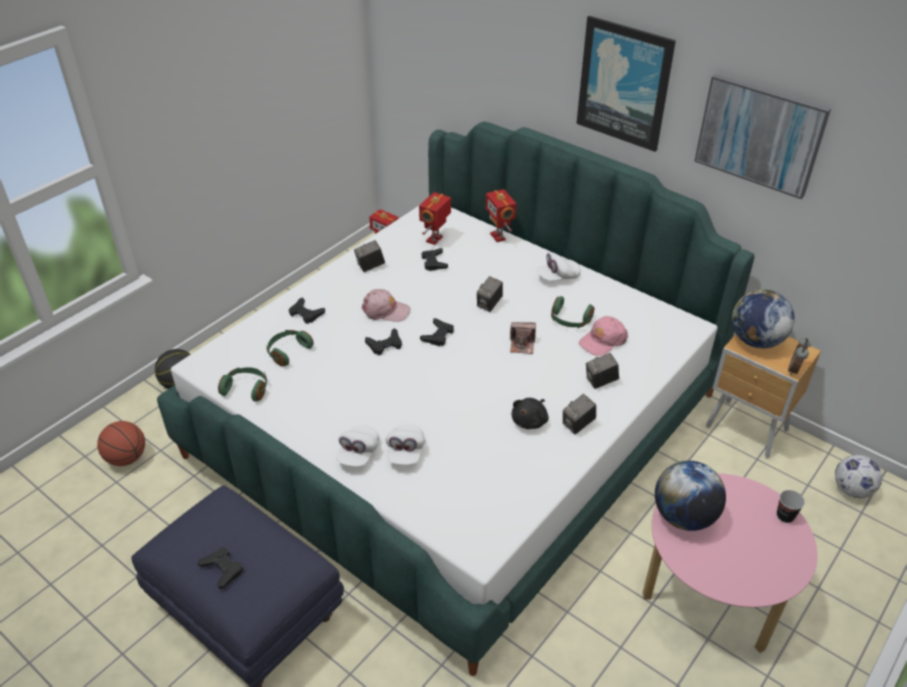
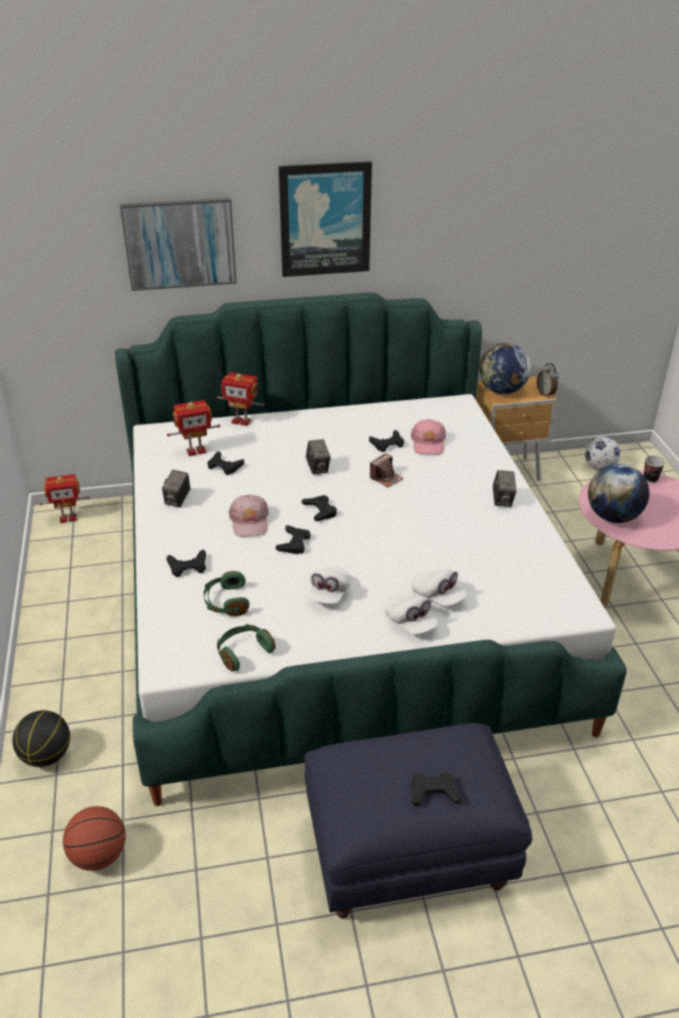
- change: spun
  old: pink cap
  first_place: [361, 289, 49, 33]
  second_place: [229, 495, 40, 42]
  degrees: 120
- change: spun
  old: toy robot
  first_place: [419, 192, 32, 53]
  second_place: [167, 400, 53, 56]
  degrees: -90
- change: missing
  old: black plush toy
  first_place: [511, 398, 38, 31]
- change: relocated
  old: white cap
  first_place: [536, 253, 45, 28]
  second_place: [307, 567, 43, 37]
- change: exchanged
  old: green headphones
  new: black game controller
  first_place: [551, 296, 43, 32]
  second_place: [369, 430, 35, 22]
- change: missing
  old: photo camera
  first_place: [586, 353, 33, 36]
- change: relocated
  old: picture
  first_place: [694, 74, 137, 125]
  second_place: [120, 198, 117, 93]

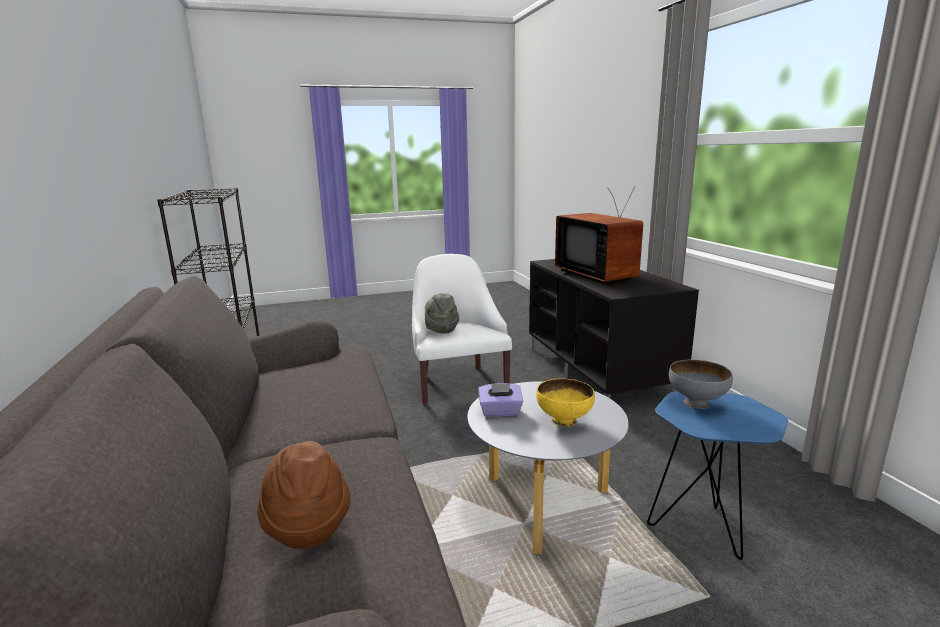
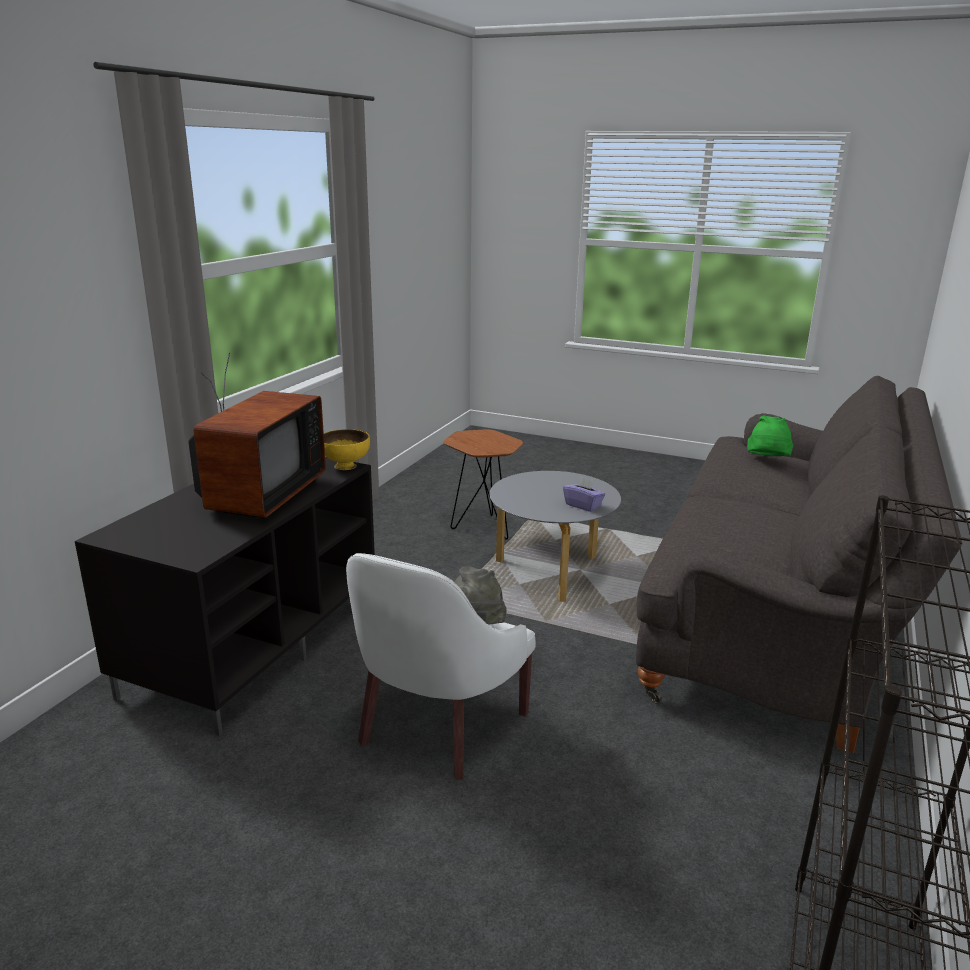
- change: colour
  old: brown hat
  new: green hat
  first_place: [257, 441, 93, 108]
  second_place: [747, 415, 46, 41]
- change: relocated
  old: yellow bowl
  first_place: [536, 378, 59, 49]
  second_place: [324, 429, 46, 41]
- change: colour
  old: blue side table
  new: brown side table
  first_place: [647, 391, 141, 169]
  second_place: [443, 429, 80, 111]
- change: missing
  old: grey bowl
  first_place: [669, 360, 64, 49]

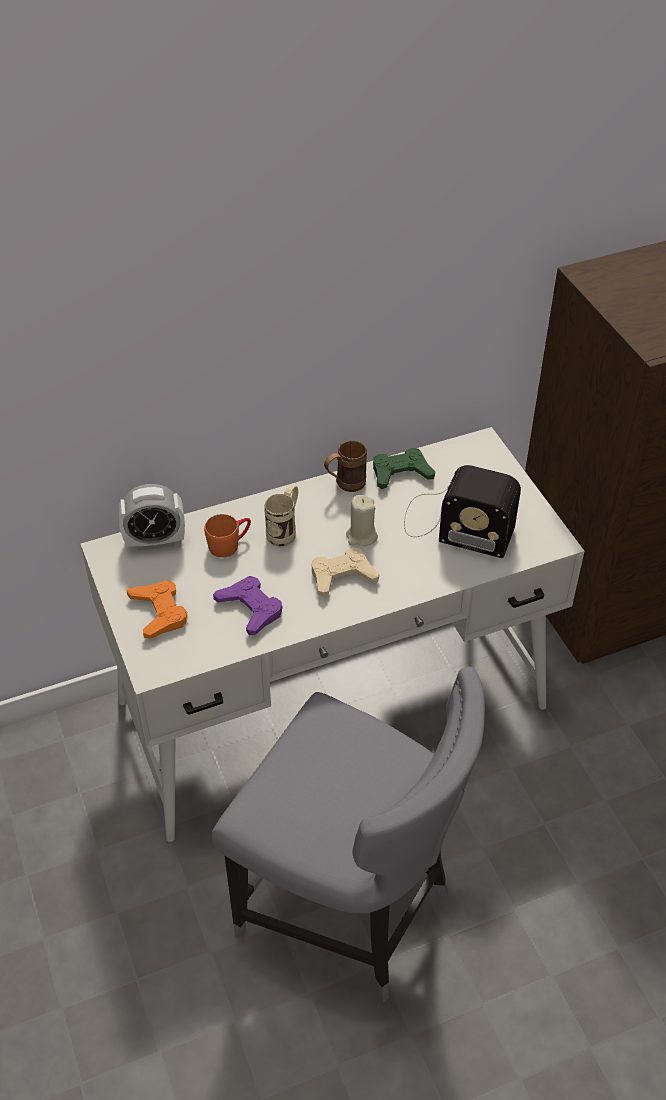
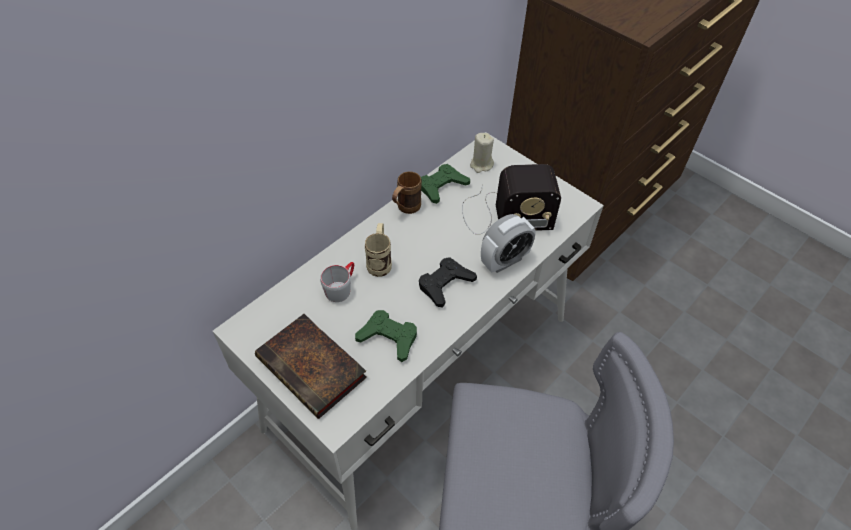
- change: relocated
  old: alarm clock
  first_place: [118, 484, 67, 66]
  second_place: [481, 214, 55, 59]
- change: exchanged
  old: orange game controller
  new: book
  first_place: [126, 580, 62, 59]
  second_place: [255, 314, 112, 105]
- change: colour
  old: orange mug
  new: grey mug
  first_place: [204, 514, 47, 43]
  second_place: [320, 262, 34, 40]
- change: colour
  old: purple game controller
  new: green game controller
  first_place: [213, 576, 70, 59]
  second_place: [355, 310, 62, 52]
- change: colour
  old: beige game controller
  new: black game controller
  first_place: [312, 548, 67, 49]
  second_place: [419, 257, 58, 51]
- change: relocated
  old: beige candle
  first_place: [346, 495, 32, 51]
  second_place: [470, 133, 24, 40]

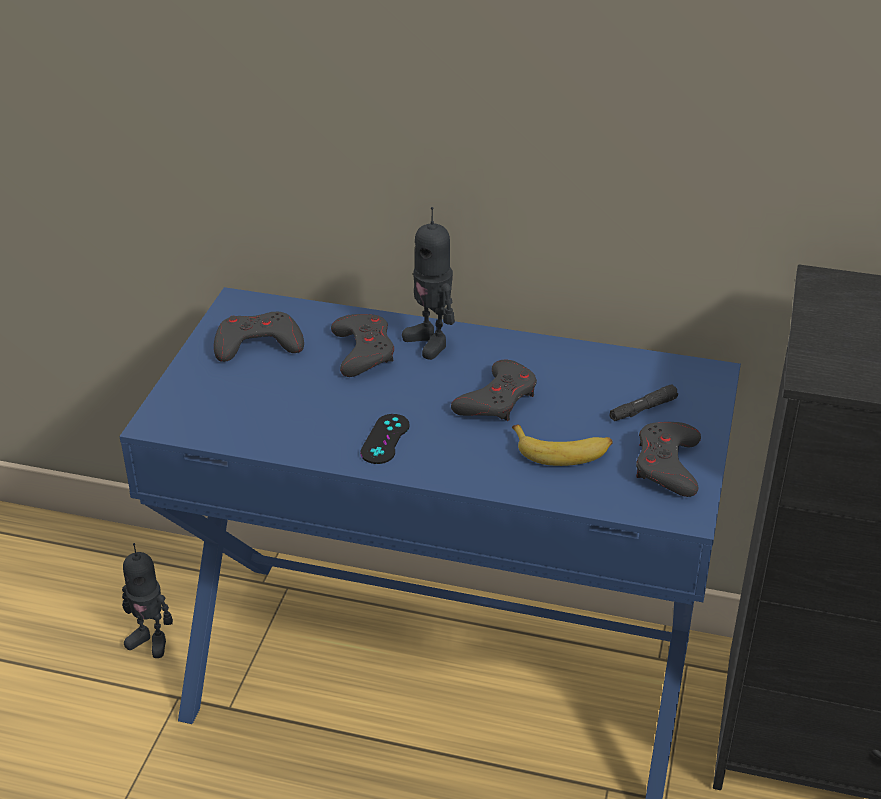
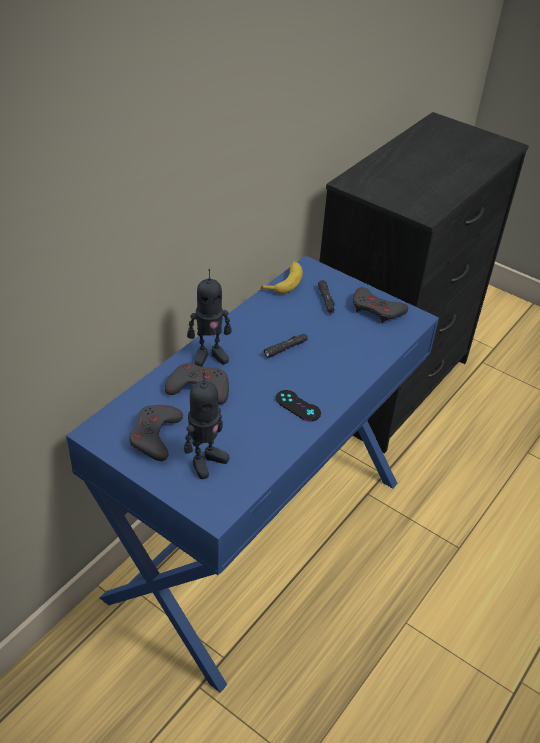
- change: relocated
  old: toy robot
  first_place: [122, 543, 51, 115]
  second_place: [184, 372, 46, 107]
- change: exchanged
  old: grey game controller
  new: black flashlight
  first_place: [451, 360, 86, 61]
  second_place: [264, 334, 44, 24]
- change: relocated
  old: banana
  first_place: [512, 425, 101, 41]
  second_place: [260, 261, 43, 33]

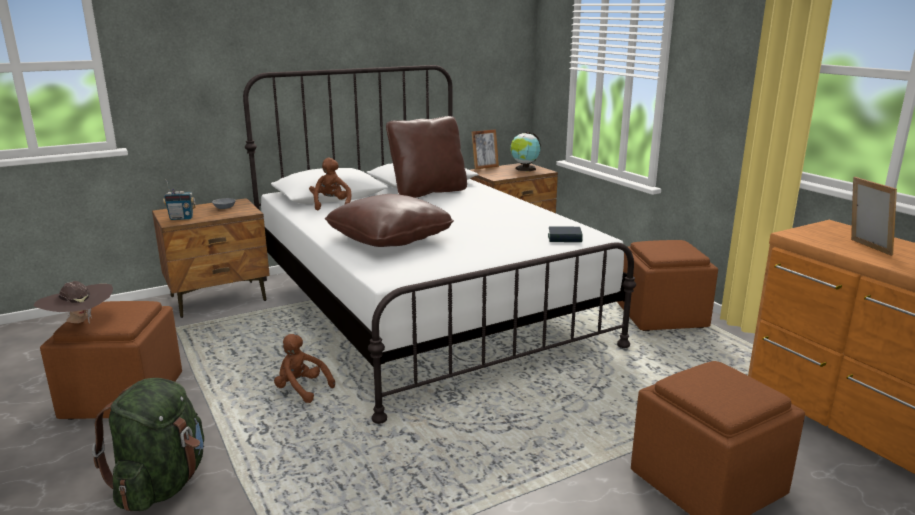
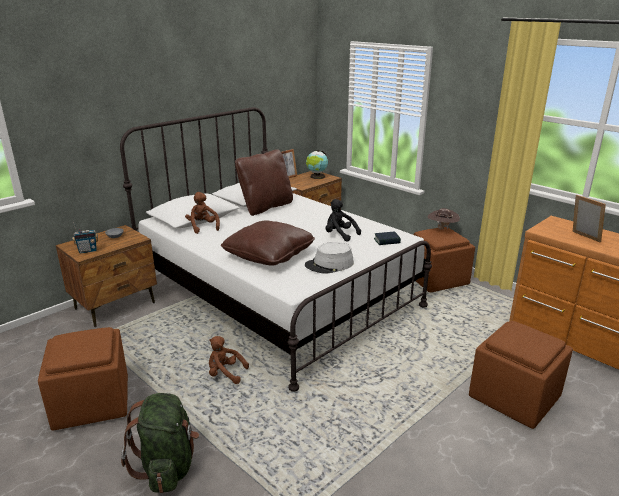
- change: relocated
  old: brown hat
  first_place: [34, 281, 79, 43]
  second_place: [427, 208, 33, 22]
- change: appeared
  new: grey hat
  second_place: [305, 242, 49, 32]
- change: appeared
  new: black plush toy
  second_place: [325, 199, 36, 42]

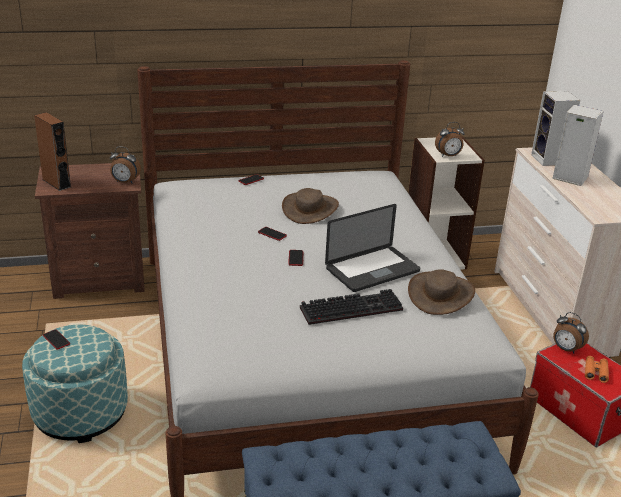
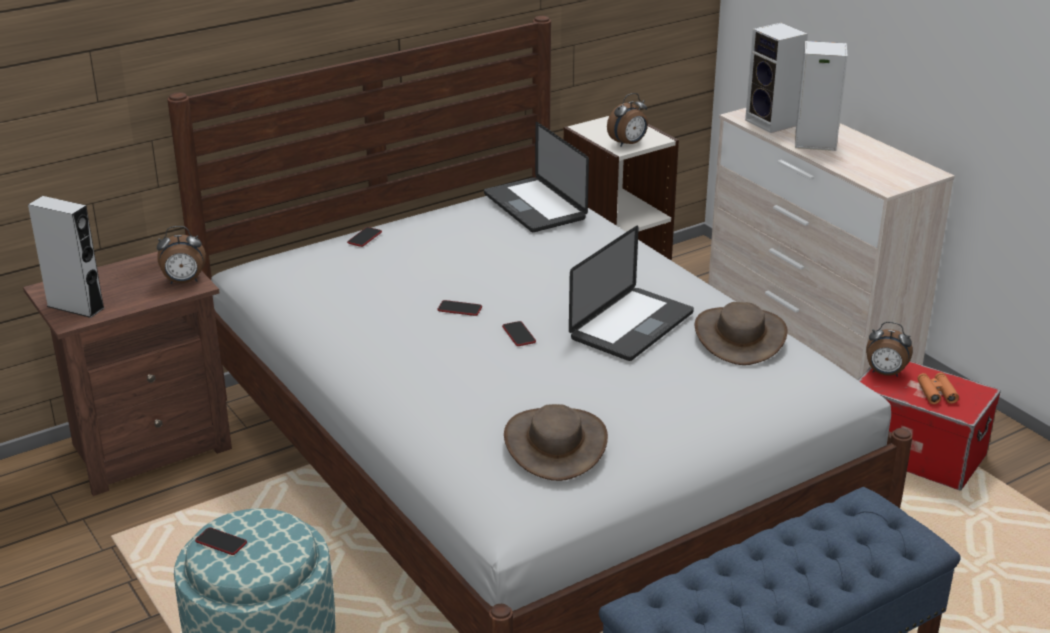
- change: colour
  old: brown speaker
  new: grey speaker
  first_place: [34, 112, 37, 79]
  second_place: [28, 196, 77, 122]
- change: relocated
  old: brown hat
  first_place: [282, 188, 57, 36]
  second_place: [504, 404, 104, 77]
- change: missing
  old: keyboard
  first_place: [300, 289, 103, 36]
- change: appeared
  new: laptop
  second_place: [484, 122, 105, 110]

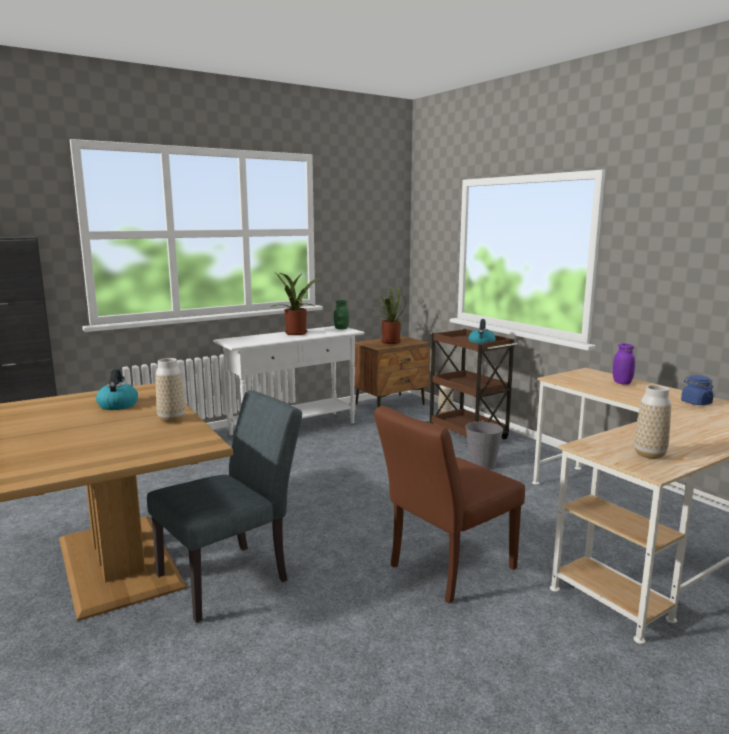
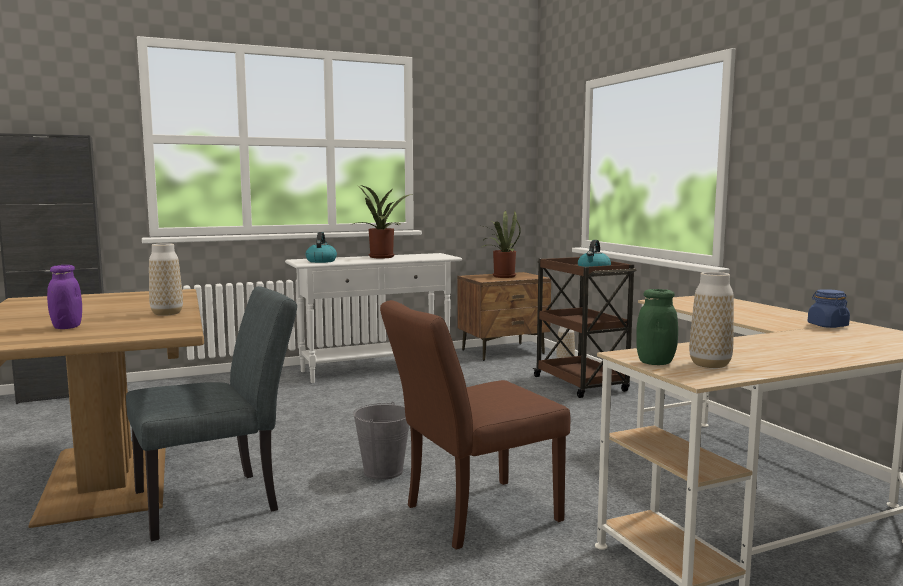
- change: relocated
  old: kettle
  first_place: [96, 369, 42, 41]
  second_place: [306, 232, 31, 31]
- change: relocated
  old: green jar
  first_place: [334, 300, 15, 29]
  second_place: [636, 289, 42, 76]
- change: relocated
  old: grey bucket
  first_place: [465, 420, 38, 50]
  second_place: [353, 402, 56, 78]
- change: relocated
  old: purple jar
  first_place: [613, 343, 22, 42]
  second_place: [47, 265, 35, 64]

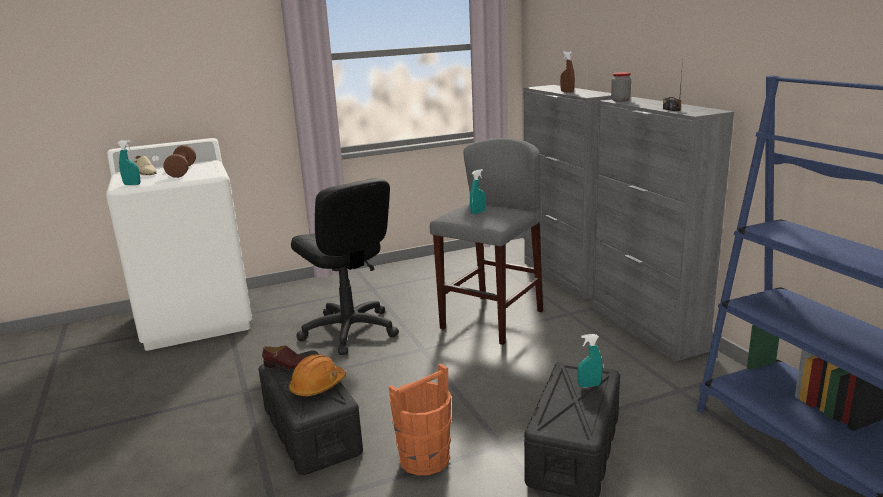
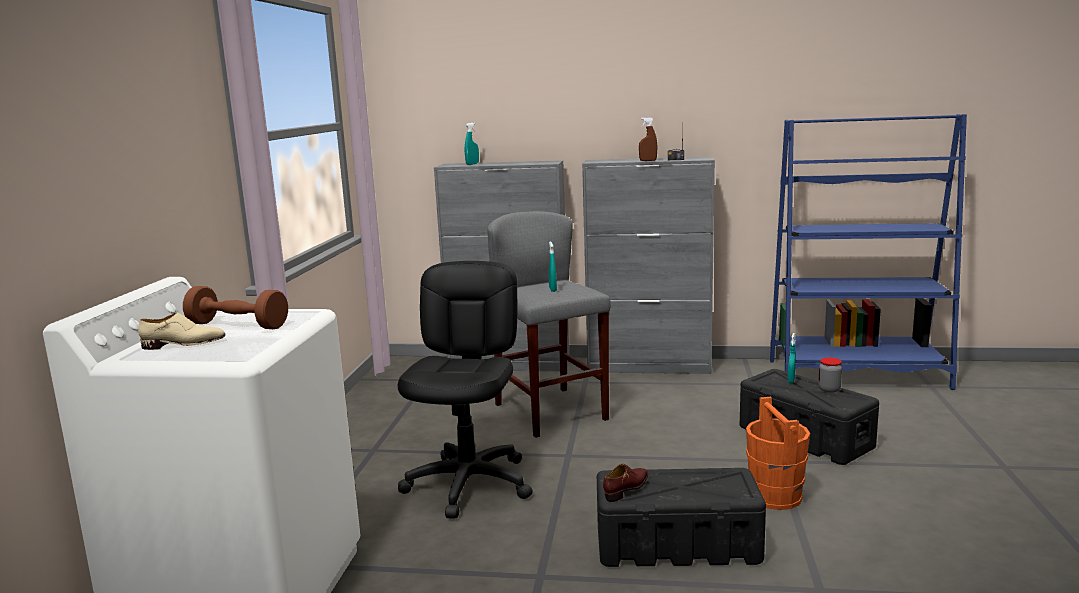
- change: relocated
  old: turquoise spray bottle
  first_place: [118, 140, 23, 45]
  second_place: [465, 123, 14, 42]
- change: missing
  old: orange hard hat
  first_place: [289, 354, 57, 44]
- change: spun
  old: black office chair
  first_place: [291, 178, 108, 177]
  second_place: [398, 261, 135, 258]
  degrees: -75
- change: relocated
  old: brown spray bottle
  first_place: [560, 51, 15, 42]
  second_place: [639, 117, 19, 44]
- change: relocated
  old: jar
  first_place: [611, 72, 20, 30]
  second_place: [818, 358, 24, 35]

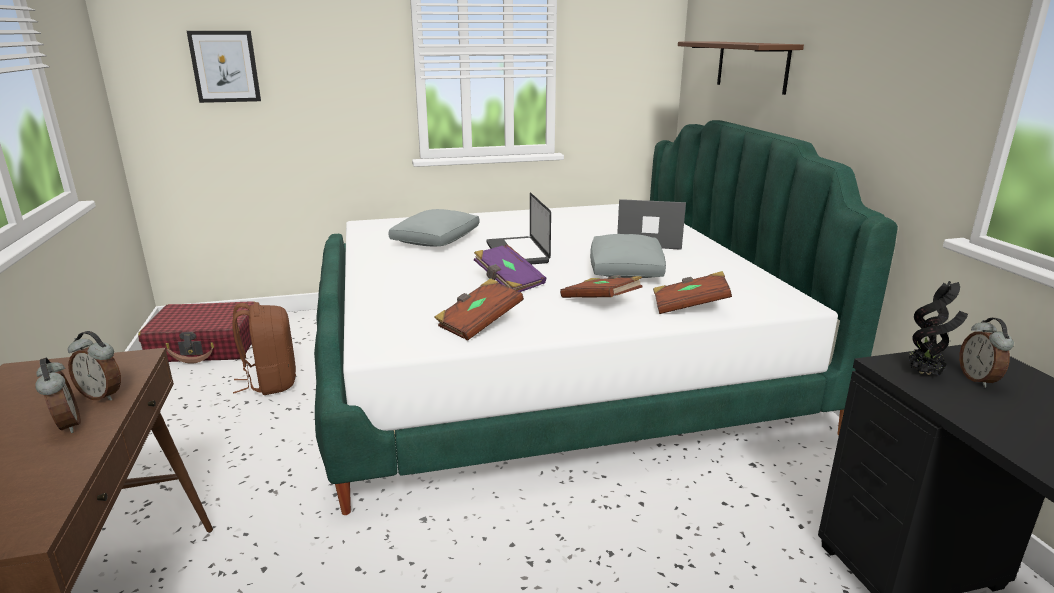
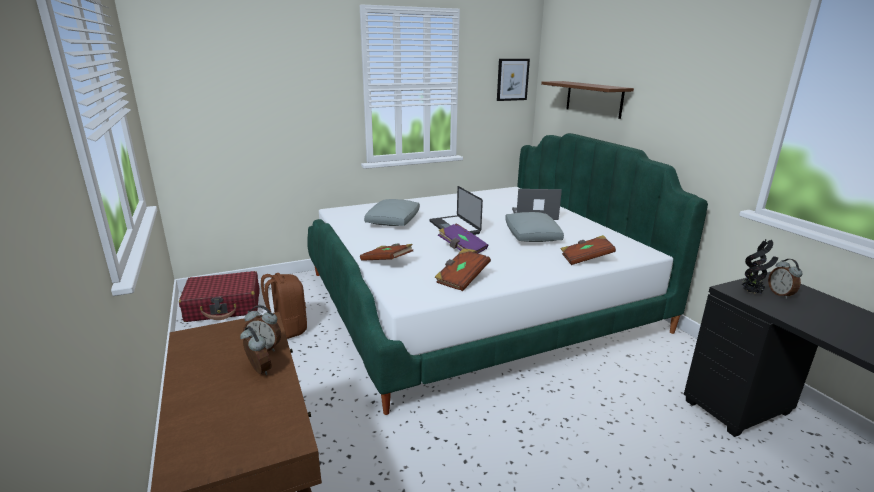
- change: relocated
  old: picture
  first_place: [187, 31, 74, 72]
  second_place: [497, 59, 33, 42]
- change: relocated
  old: brown book
  first_place: [560, 275, 83, 23]
  second_place: [360, 244, 53, 17]

